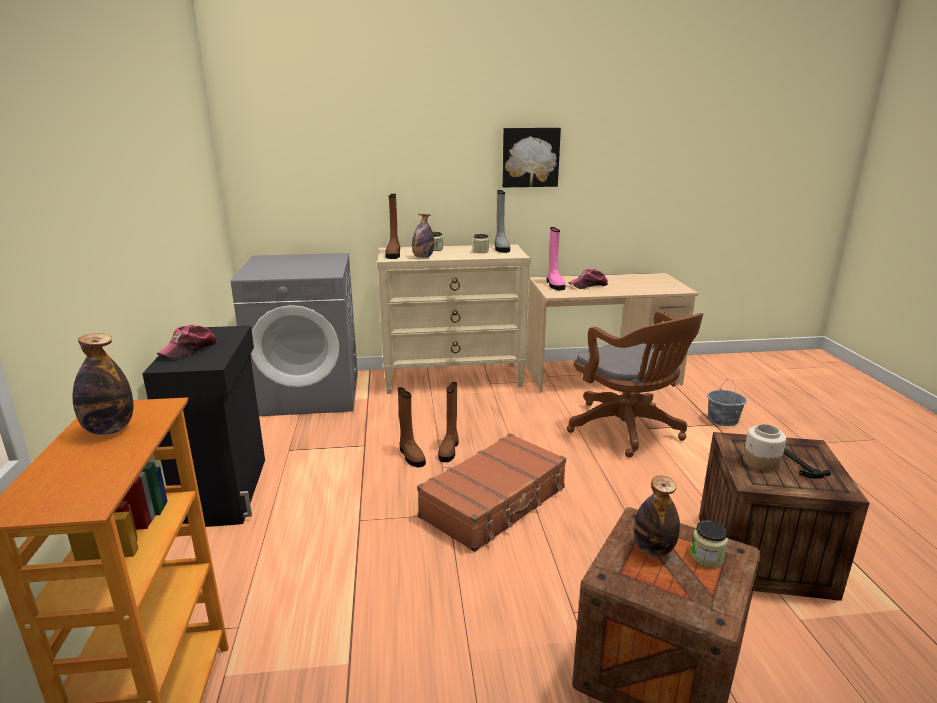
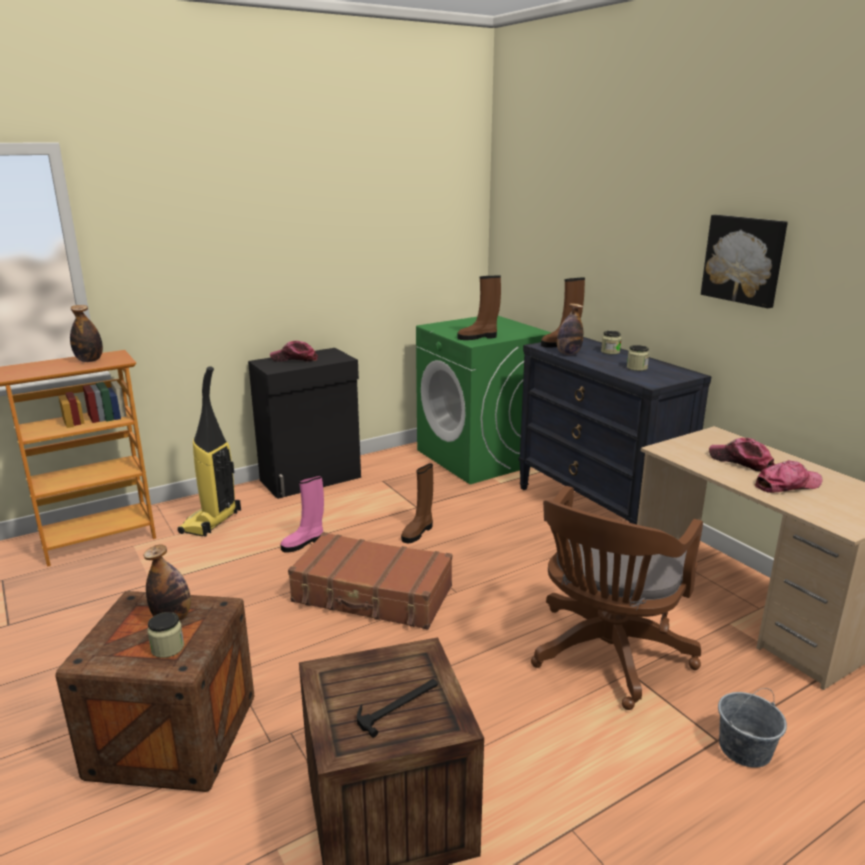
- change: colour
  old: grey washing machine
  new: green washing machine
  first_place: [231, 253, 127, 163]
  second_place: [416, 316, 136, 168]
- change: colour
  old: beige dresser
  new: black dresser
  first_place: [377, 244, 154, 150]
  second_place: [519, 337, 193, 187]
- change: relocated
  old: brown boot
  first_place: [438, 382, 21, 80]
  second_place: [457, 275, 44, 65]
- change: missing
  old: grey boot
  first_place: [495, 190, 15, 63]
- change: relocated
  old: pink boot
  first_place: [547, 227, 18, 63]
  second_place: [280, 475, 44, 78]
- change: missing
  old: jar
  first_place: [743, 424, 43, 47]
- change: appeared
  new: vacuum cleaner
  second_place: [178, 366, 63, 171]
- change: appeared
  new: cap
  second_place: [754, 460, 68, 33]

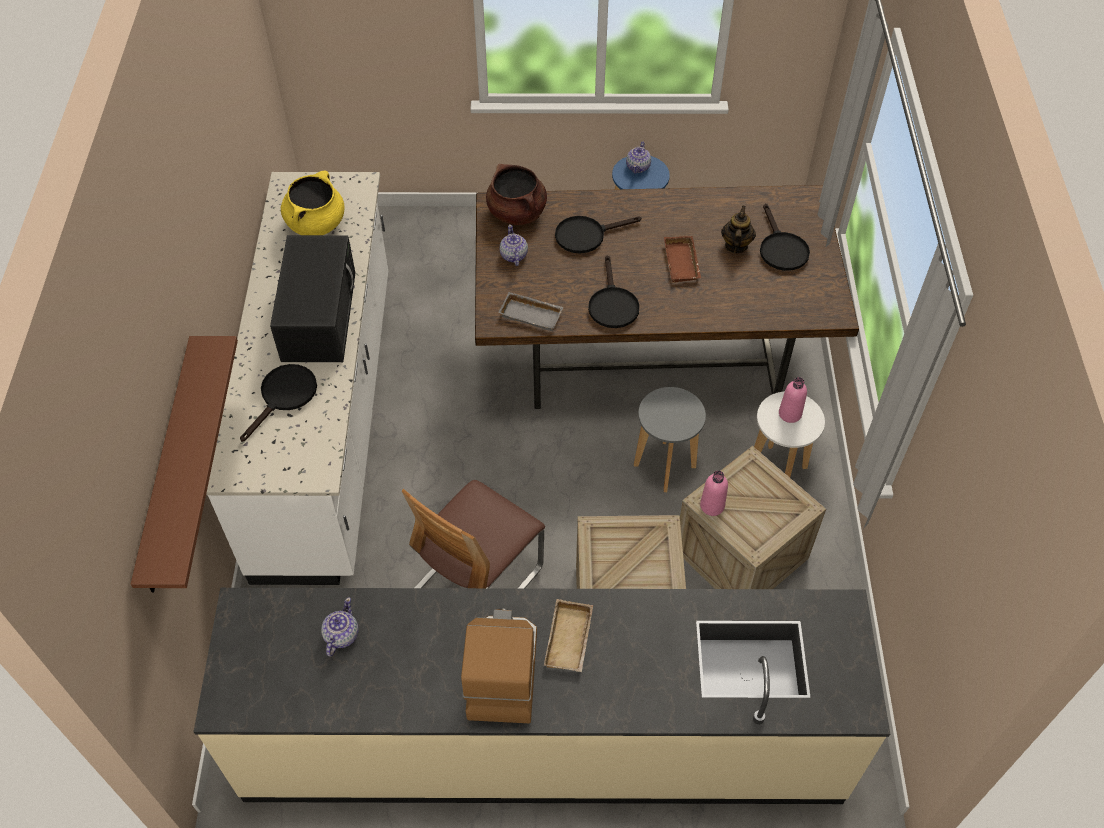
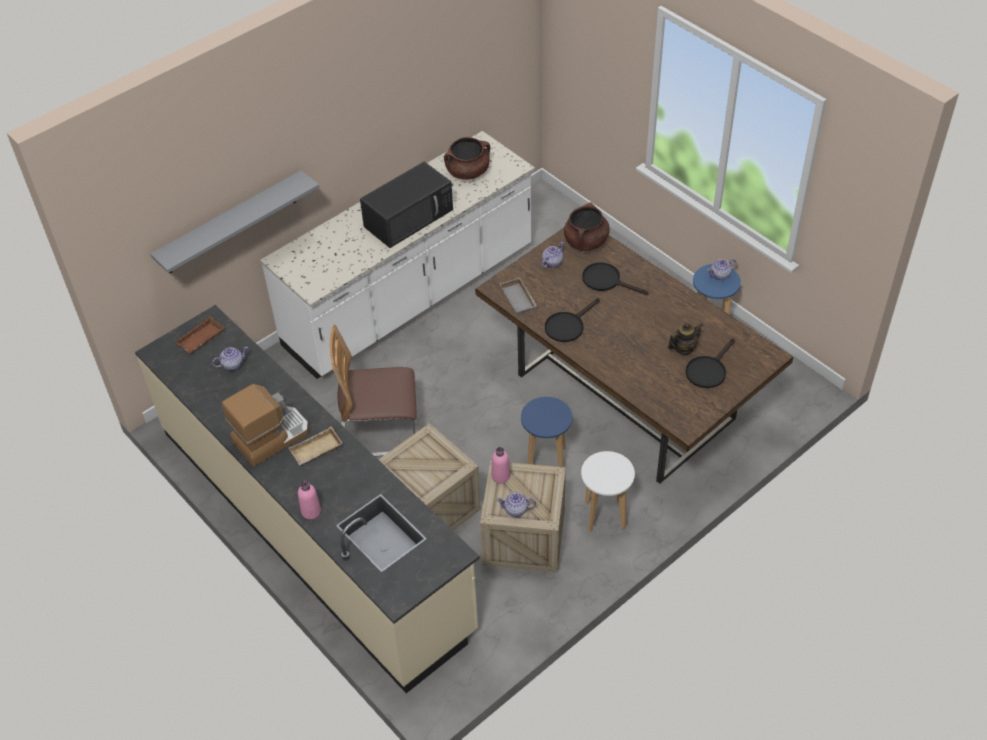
- change: colour
  old: brown shelf
  new: grey shelf
  first_place: [131, 336, 107, 256]
  second_place: [150, 170, 169, 103]
- change: missing
  old: black frying pan
  first_place: [240, 364, 77, 78]
- change: colour
  old: yellow cooking pot
  new: brown cooking pot
  first_place: [281, 170, 64, 65]
  second_place: [444, 137, 46, 43]
- change: colour
  old: grey stool
  new: blue stool
  first_place: [634, 387, 72, 105]
  second_place: [521, 397, 51, 70]
- change: relocated
  old: brown tray
  first_place: [664, 236, 37, 47]
  second_place: [175, 316, 49, 37]
- change: relocated
  old: pink bottle
  first_place: [779, 377, 28, 46]
  second_place: [298, 481, 23, 38]
- change: appeared
  new: teapot
  second_place: [496, 492, 40, 25]

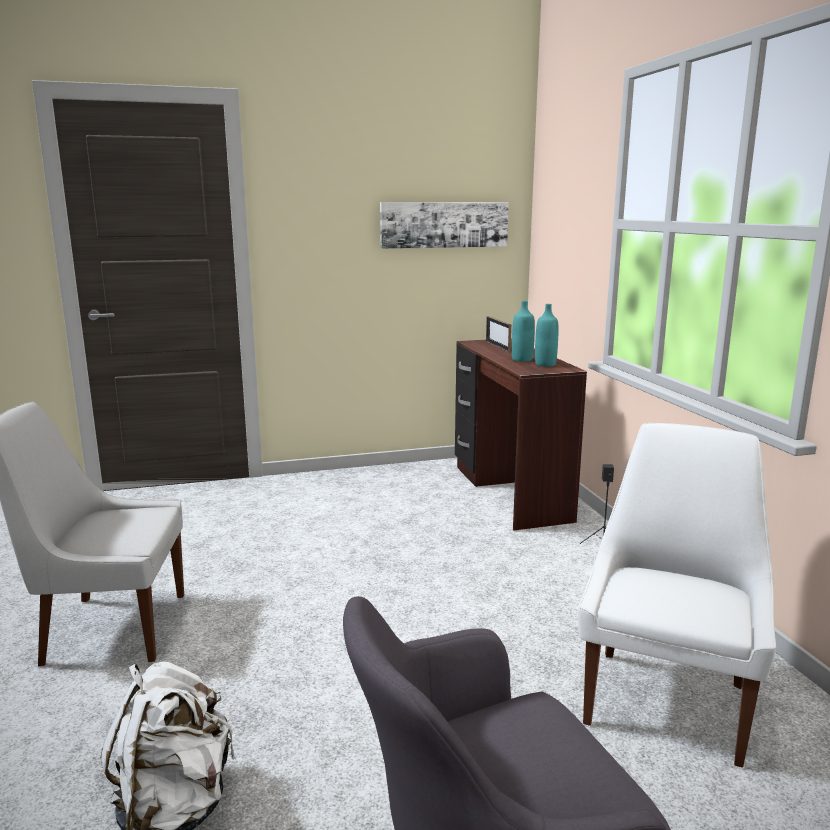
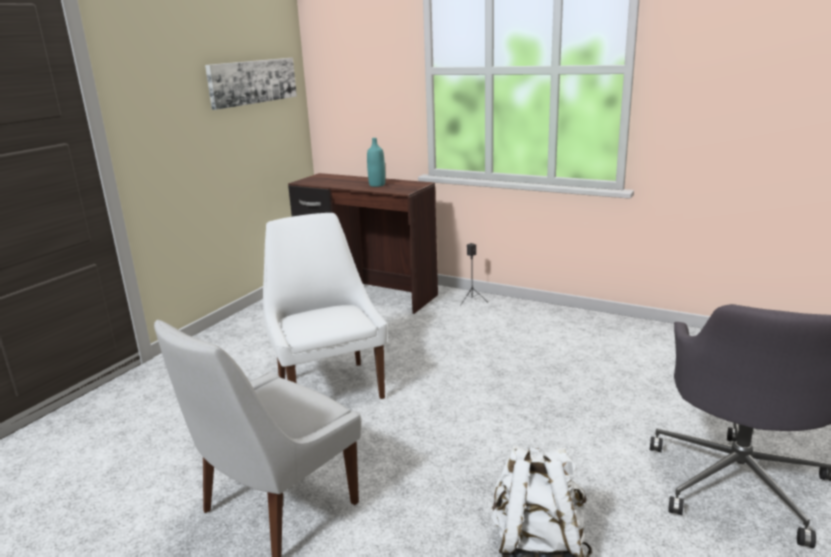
- change: missing
  old: picture frame
  first_place: [486, 316, 25, 36]
- change: missing
  old: turquoise bottle
  first_place: [535, 304, 23, 63]
- change: relocated
  old: white chair
  first_place: [578, 423, 198, 345]
  second_place: [263, 213, 124, 186]

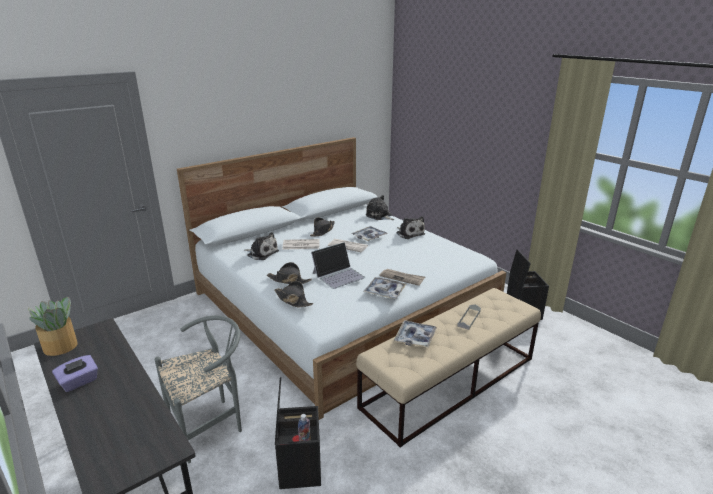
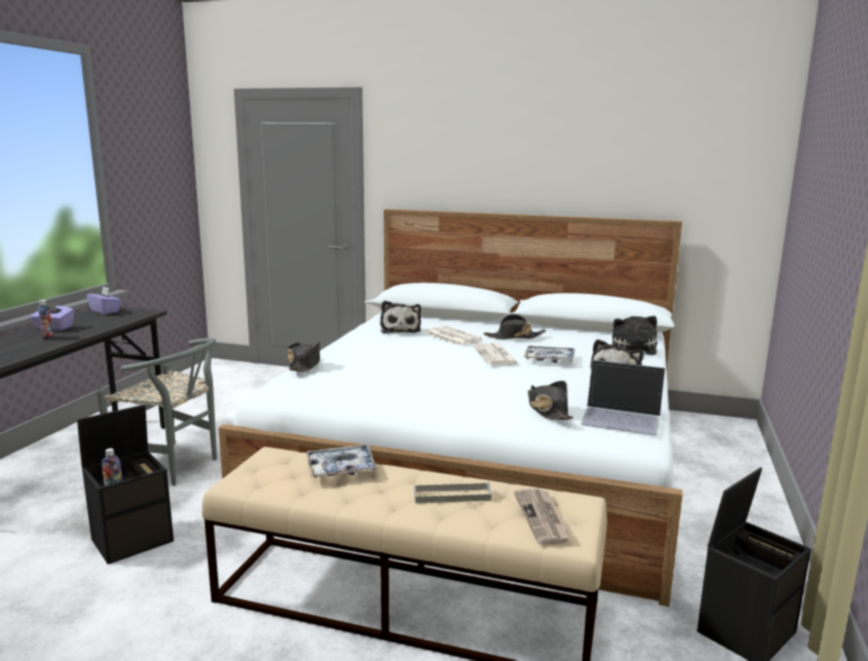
- change: exchanged
  old: potted plant
  new: purple tissue box
  first_place: [28, 297, 50, 59]
  second_place: [87, 286, 34, 28]
- change: relocated
  old: black hat
  first_place: [267, 262, 45, 22]
  second_place: [528, 381, 45, 39]
- change: relocated
  old: laptop
  first_place: [311, 242, 54, 47]
  second_place: [581, 360, 84, 76]
- change: missing
  old: tray
  first_place: [363, 277, 43, 22]
- change: relocated
  old: newspaper
  first_place: [379, 269, 46, 17]
  second_place: [514, 489, 57, 56]
- change: appeared
  new: bottle
  second_place: [38, 300, 15, 40]

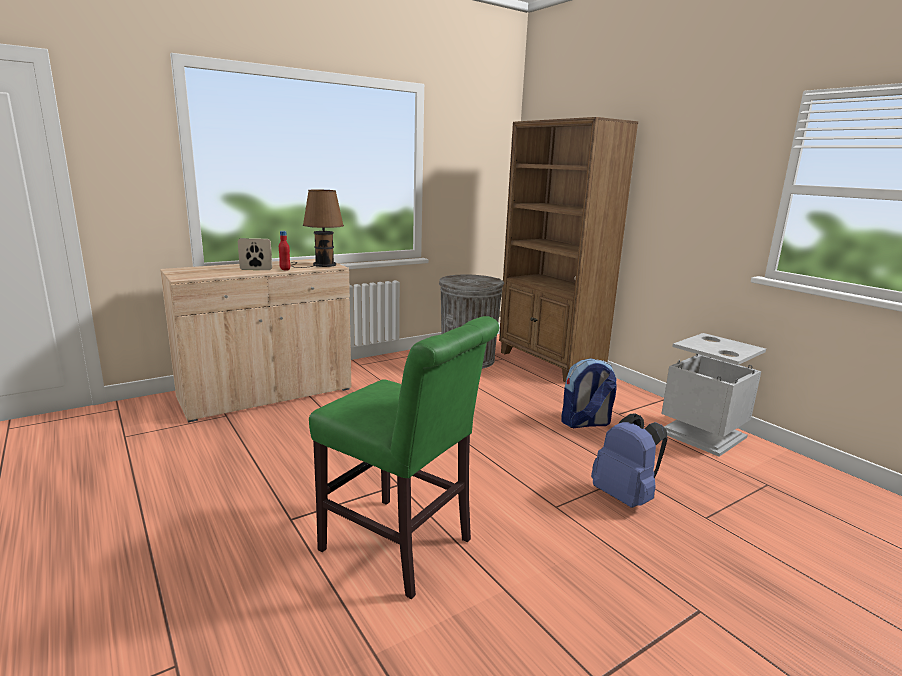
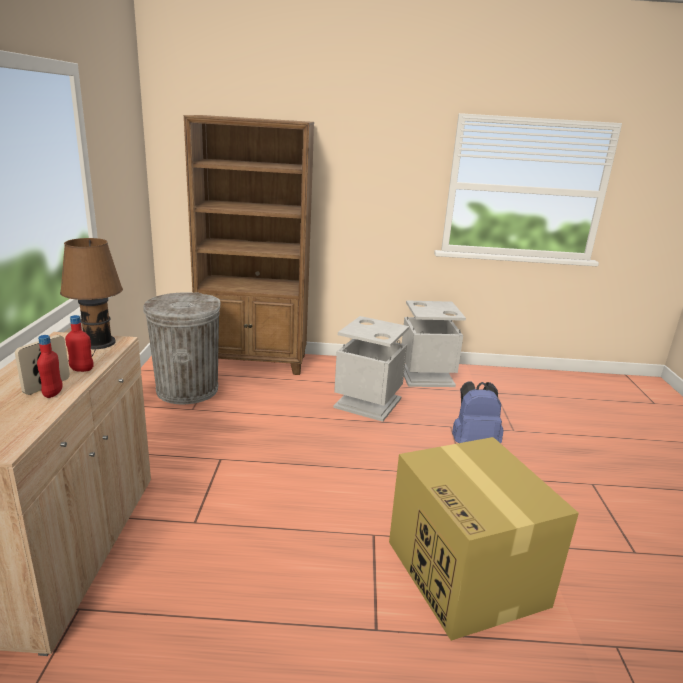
- change: exchanged
  old: green chair
  new: cardboard box
  first_place: [309, 316, 190, 283]
  second_place: [389, 437, 190, 204]
- change: exchanged
  old: backpack
  new: grey trash can
  first_place: [561, 358, 56, 70]
  second_place: [333, 316, 76, 106]
- change: appeared
  new: red bottle
  second_place: [37, 335, 26, 63]

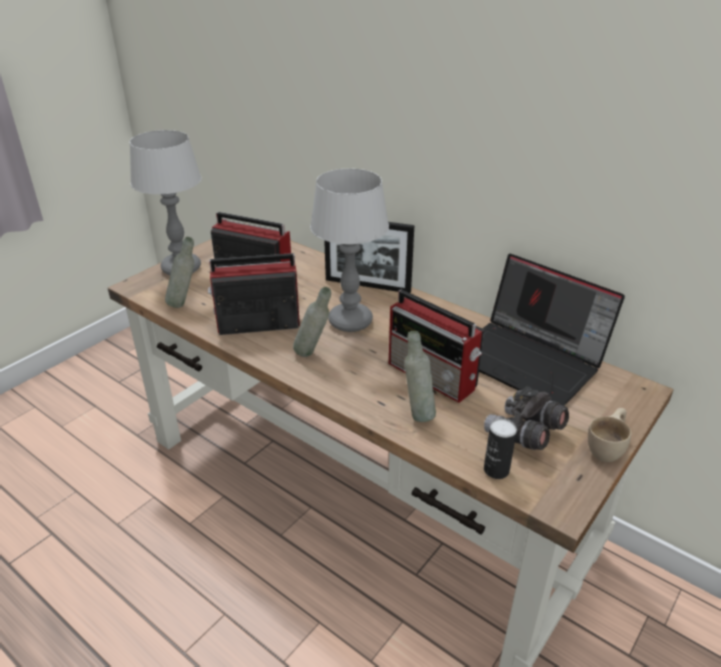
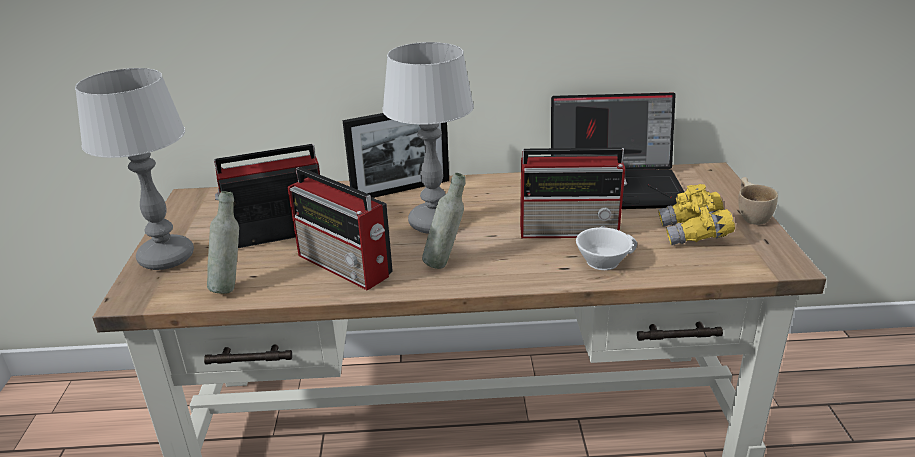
- change: spun
  old: radio
  first_place: [208, 253, 92, 82]
  second_place: [288, 167, 105, 124]
  degrees: -90
- change: exchanged
  old: grey bottle
  new: white cup
  first_place: [404, 331, 32, 91]
  second_place: [576, 227, 61, 43]
- change: colour
  old: grey binoculars
  new: yellow binoculars
  first_place: [484, 386, 85, 64]
  second_place: [658, 184, 77, 61]
- change: missing
  old: can
  first_place: [484, 418, 33, 61]

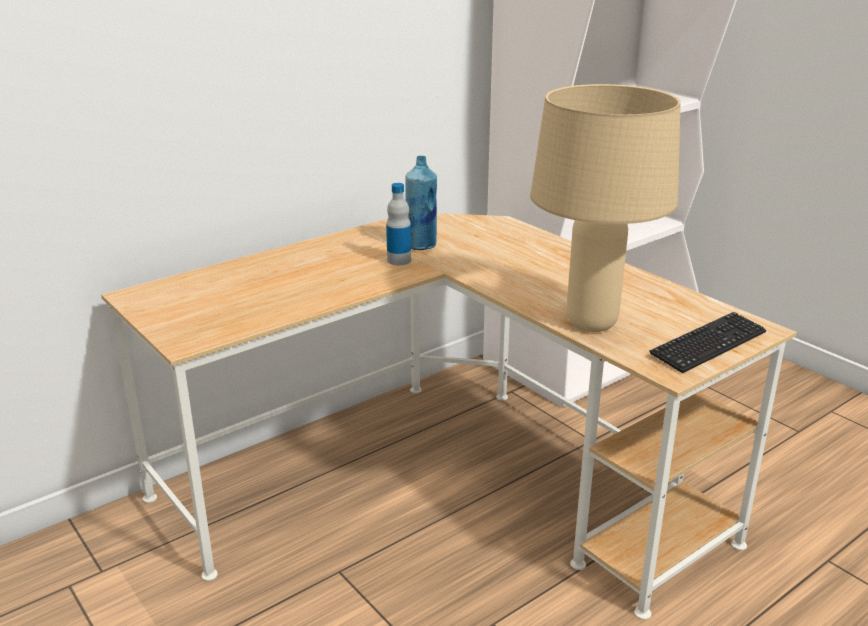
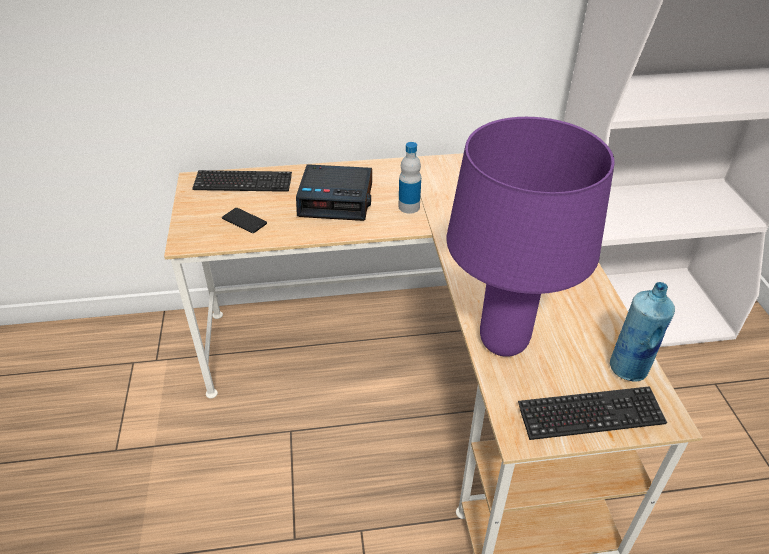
- change: relocated
  old: blue bottle
  first_place: [405, 156, 32, 94]
  second_place: [610, 282, 65, 100]
- change: colour
  old: beige table lamp
  new: purple table lamp
  first_place: [530, 84, 151, 248]
  second_place: [447, 117, 167, 240]
- change: appeared
  new: keyboard
  second_place: [192, 170, 100, 22]
- change: appeared
  new: phone
  second_place: [222, 208, 45, 25]
- change: appeared
  new: alarm clock
  second_place: [296, 164, 76, 57]

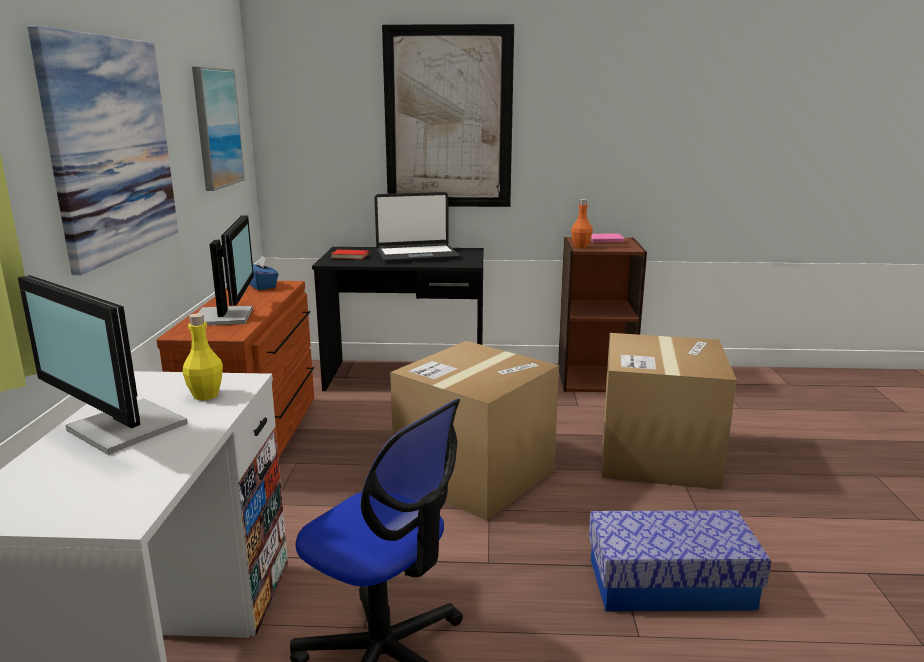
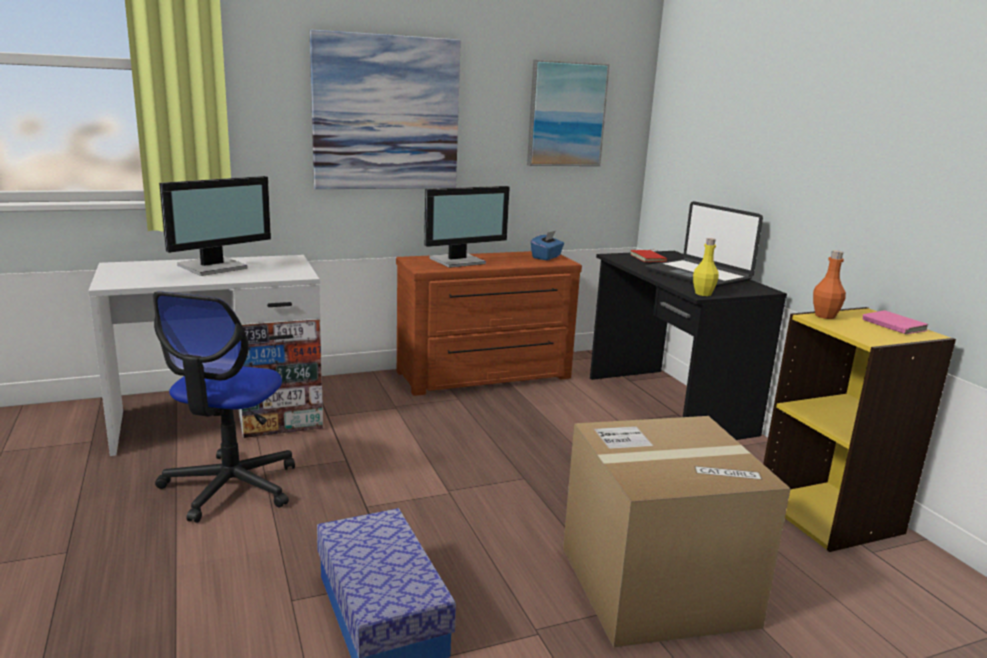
- change: spun
  old: monitor
  first_place: [18, 275, 170, 180]
  second_place: [159, 176, 112, 100]
  degrees: -150
- change: relocated
  old: yellow bottle
  first_place: [183, 313, 40, 87]
  second_place: [693, 238, 26, 58]
- change: missing
  old: picture
  first_place: [382, 24, 132, 183]
- change: missing
  old: cardboard box
  first_place: [390, 341, 169, 180]
- change: colour
  old: brown bookcase
  new: yellow bookcase
  first_place: [558, 237, 89, 155]
  second_place: [763, 307, 193, 245]

